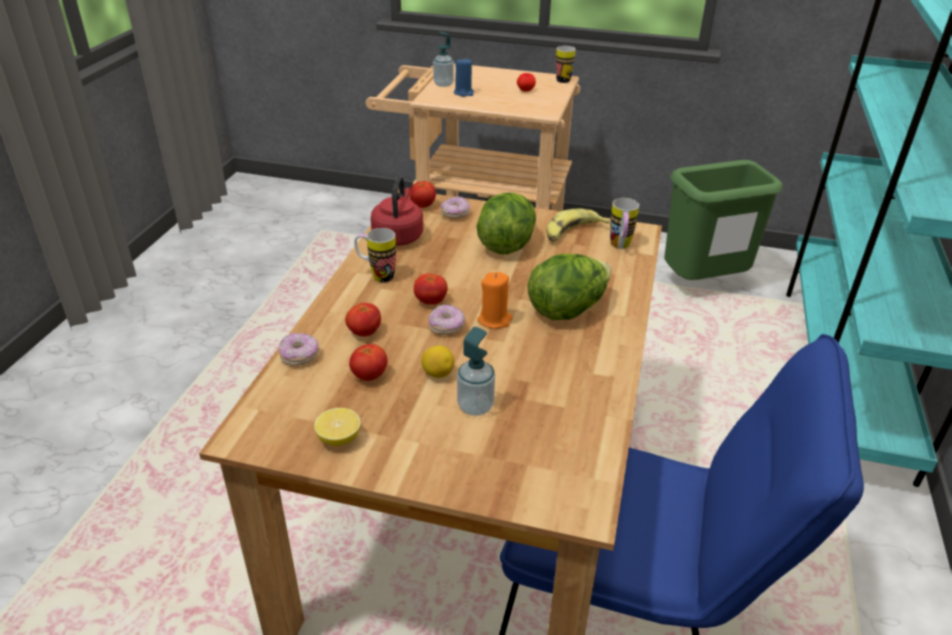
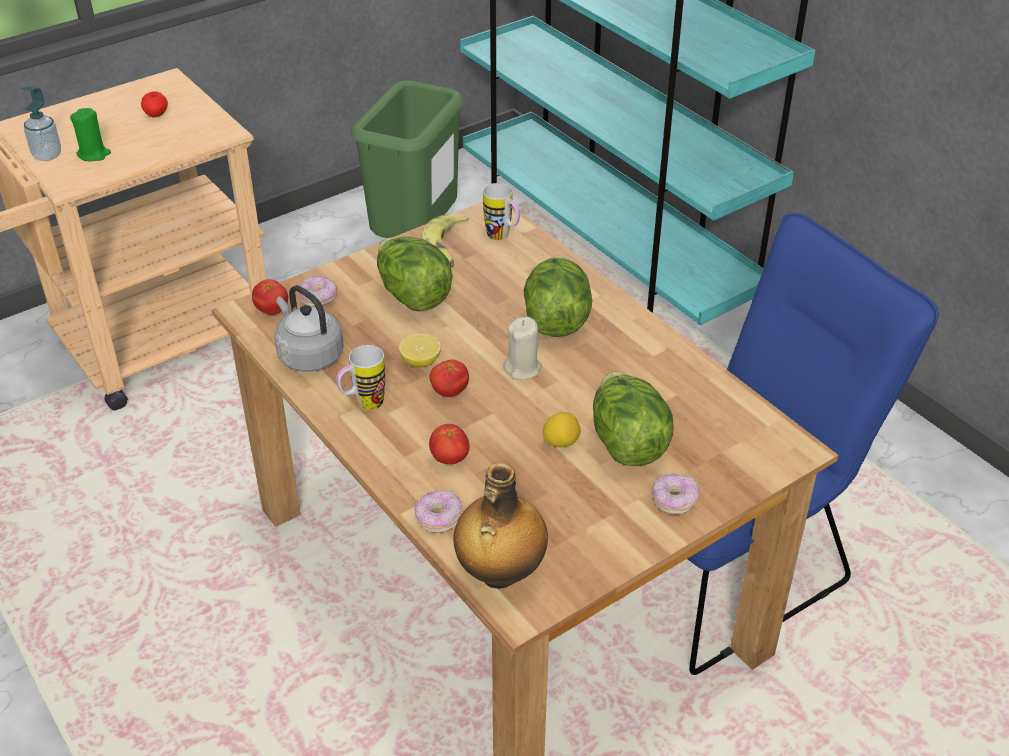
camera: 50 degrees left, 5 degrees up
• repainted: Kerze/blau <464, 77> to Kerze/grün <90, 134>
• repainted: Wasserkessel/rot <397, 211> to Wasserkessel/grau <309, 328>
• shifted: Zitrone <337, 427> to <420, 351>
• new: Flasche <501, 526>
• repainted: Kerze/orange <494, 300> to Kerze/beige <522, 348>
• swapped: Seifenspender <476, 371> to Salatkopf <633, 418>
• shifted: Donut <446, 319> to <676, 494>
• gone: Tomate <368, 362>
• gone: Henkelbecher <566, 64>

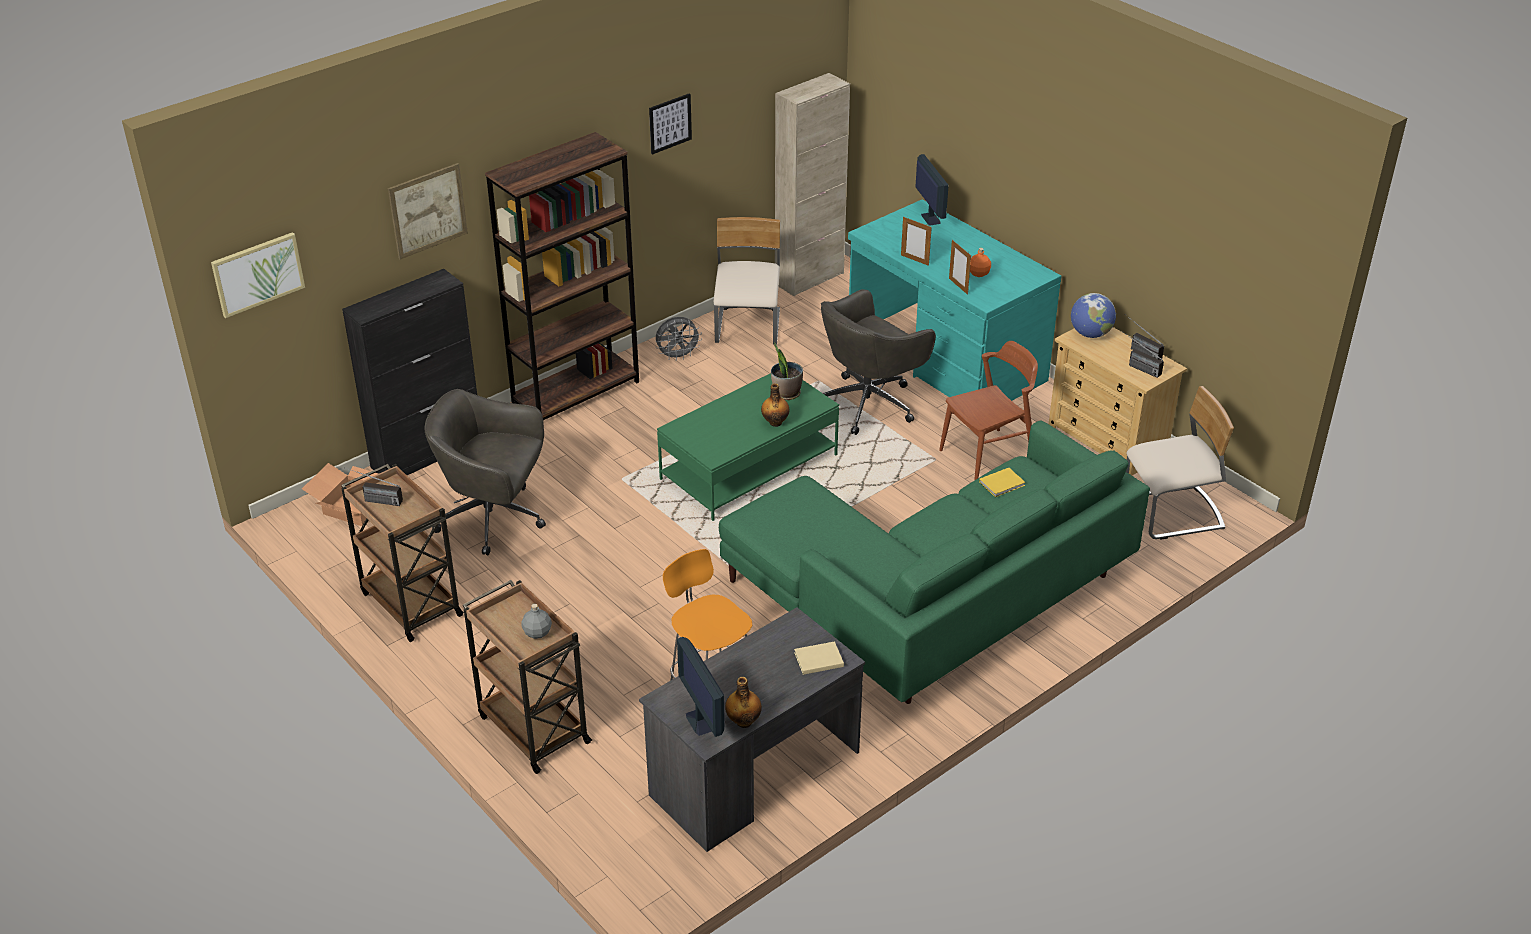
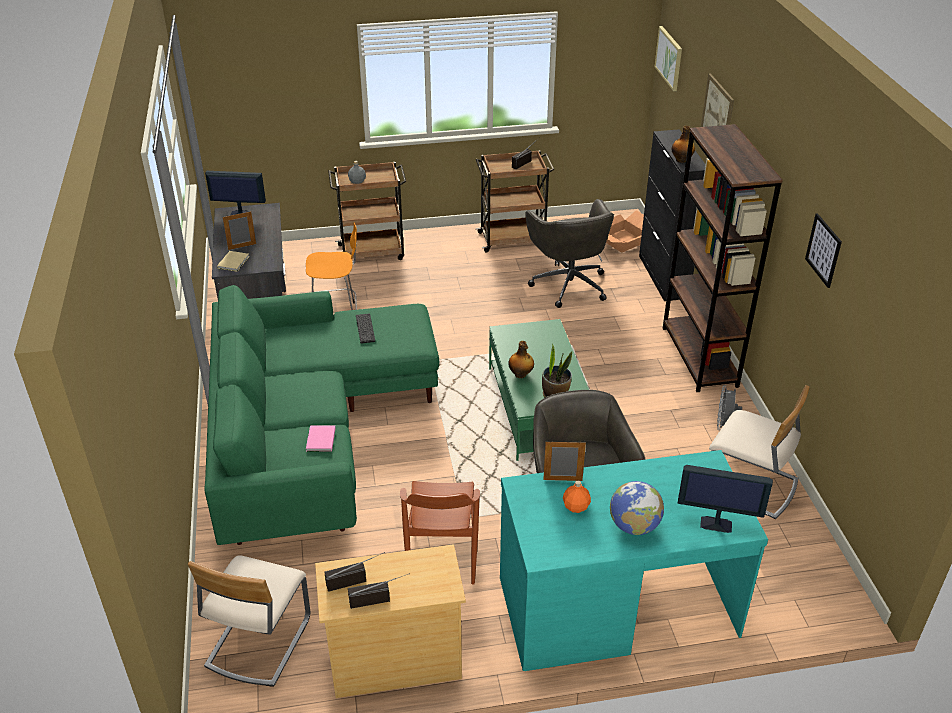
camera: 120 degrees right, 0 degrees up
• shifted: Bilderrahmen <916, 241> to <239, 230>
• repainted: Buch/gelb <1002, 482> to Buch/rosa <321, 438>
• new: Tastatur <365, 329>
• rotated: Bürostuhl/grau <485, 472> = <569, 253> 120 degrees clockwise
• shifted: Globus <1093, 315> to <637, 508>
• shifted: Flasche <743, 702> to <683, 144>
• gone: Schrank/beige <812, 184>

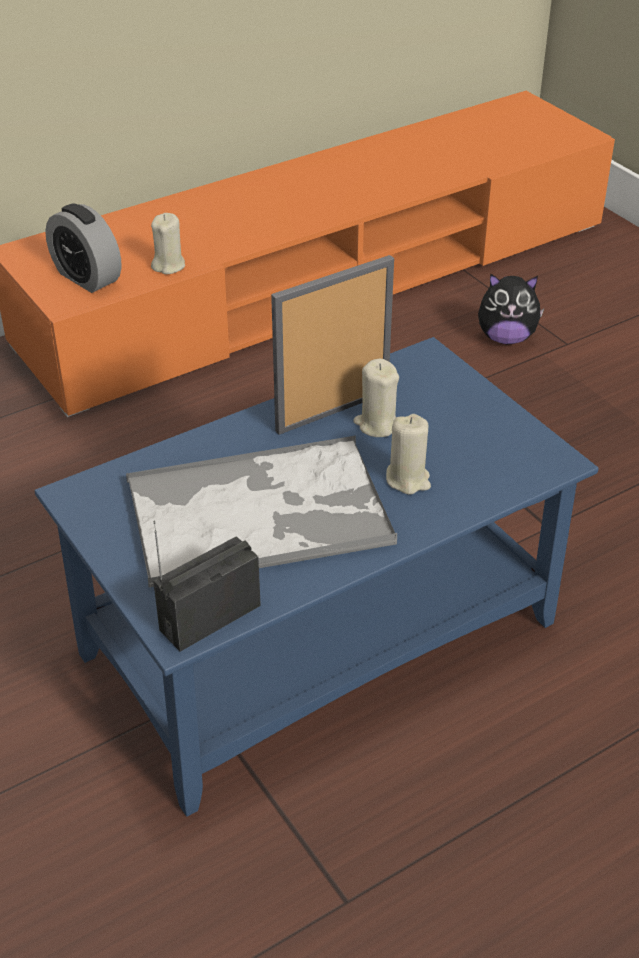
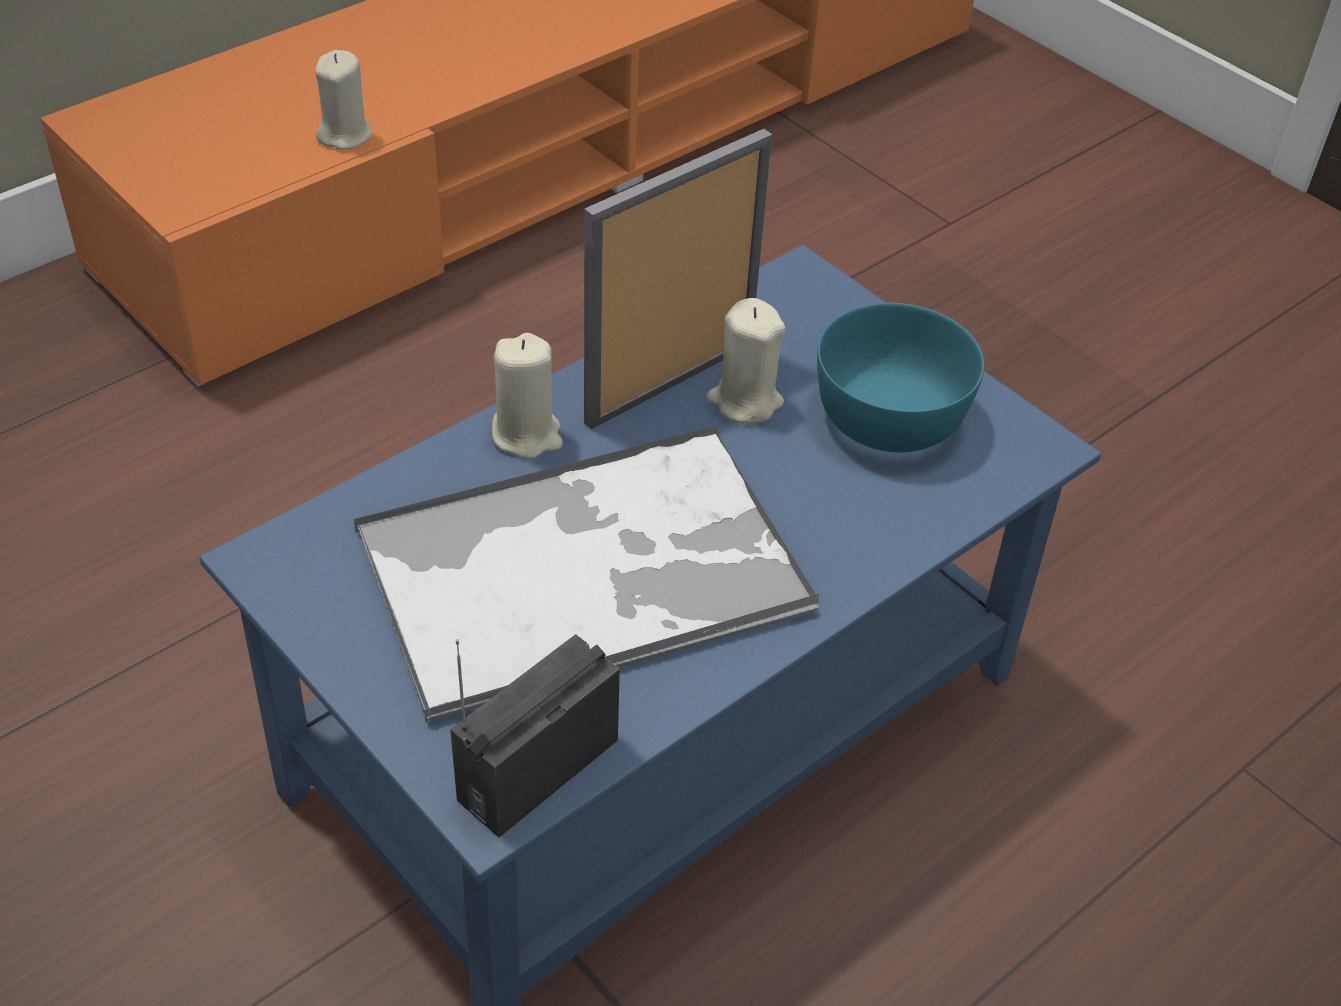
camera: 10 degrees left, 5 degrees up
• shifted: Kerze/beige <408, 454> to <527, 396>
• new: Schüssel/türkis <900, 377>
• gone: Wecker <83, 248>
• gone: Plüschtier <511, 309>

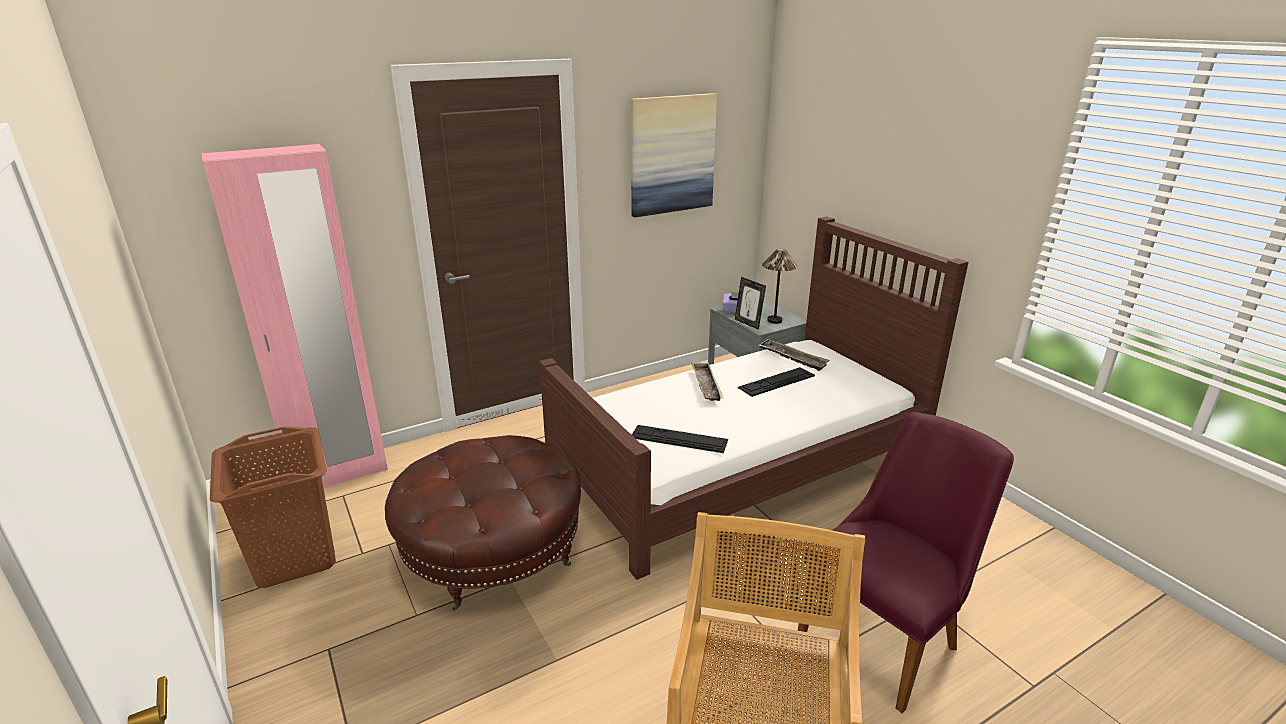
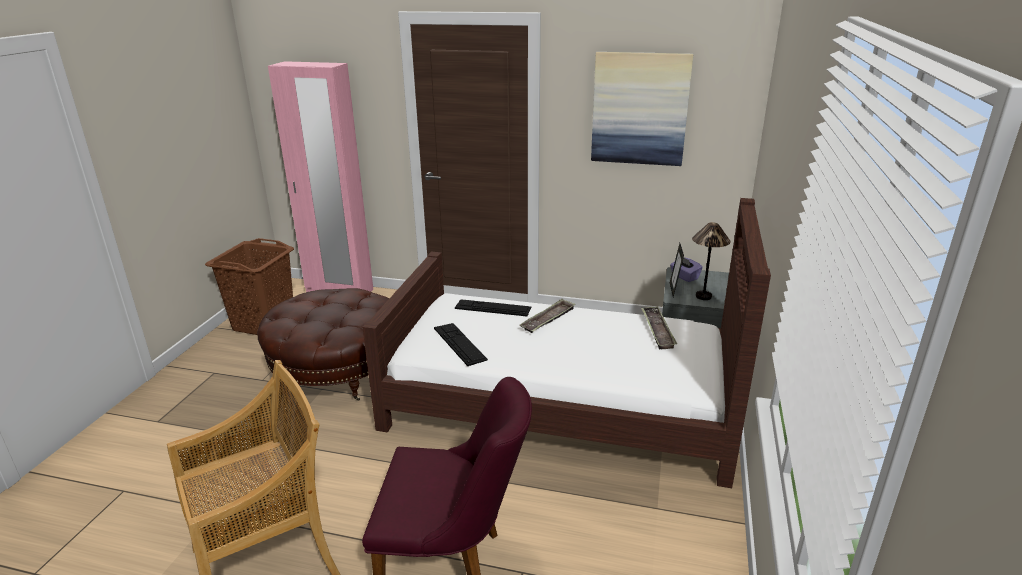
camera: 45 degrees right, 0 degrees up
• shifted: Tastatur <776, 382> to <493, 307>

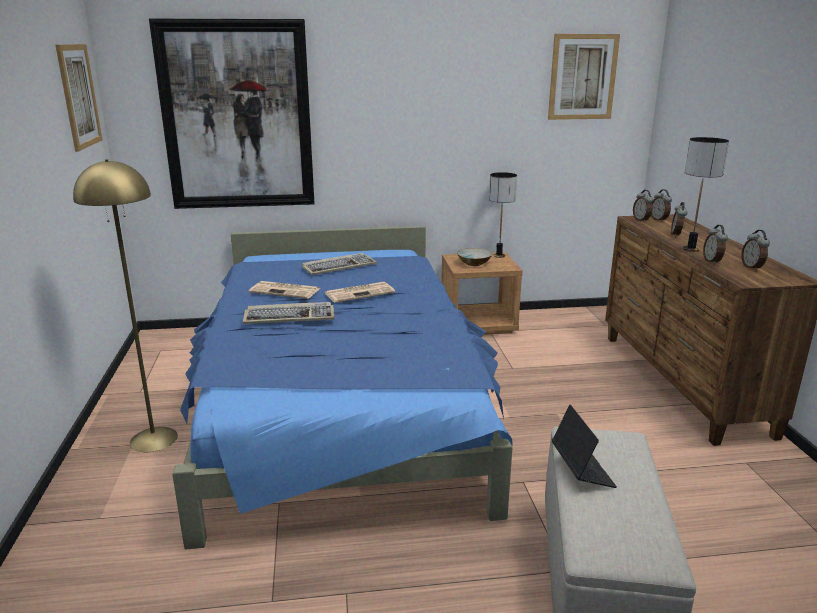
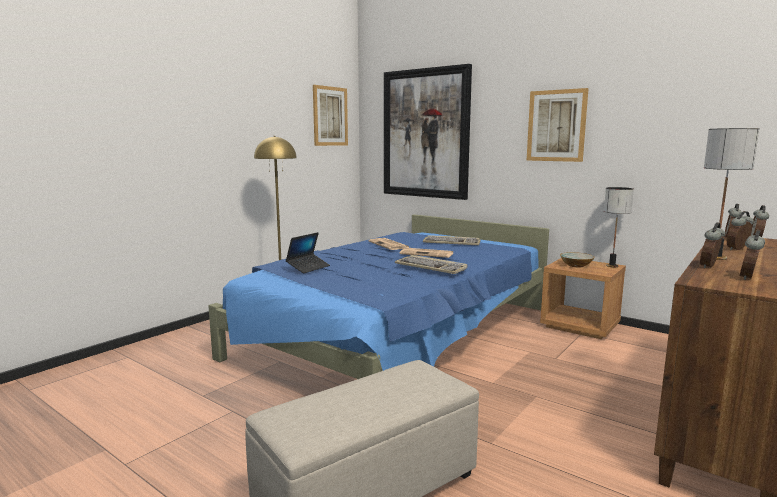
camera: 45 degrees right, 10 degrees down
• shifted: Laptop <584, 446> to <308, 252>
• shifted: Tastatur <289, 313> to <431, 264>
• shifted: Bild <584, 77> to <558, 125>

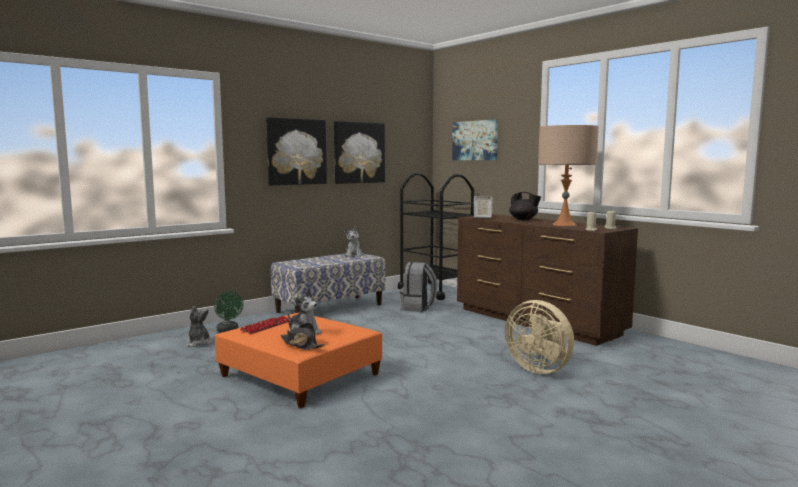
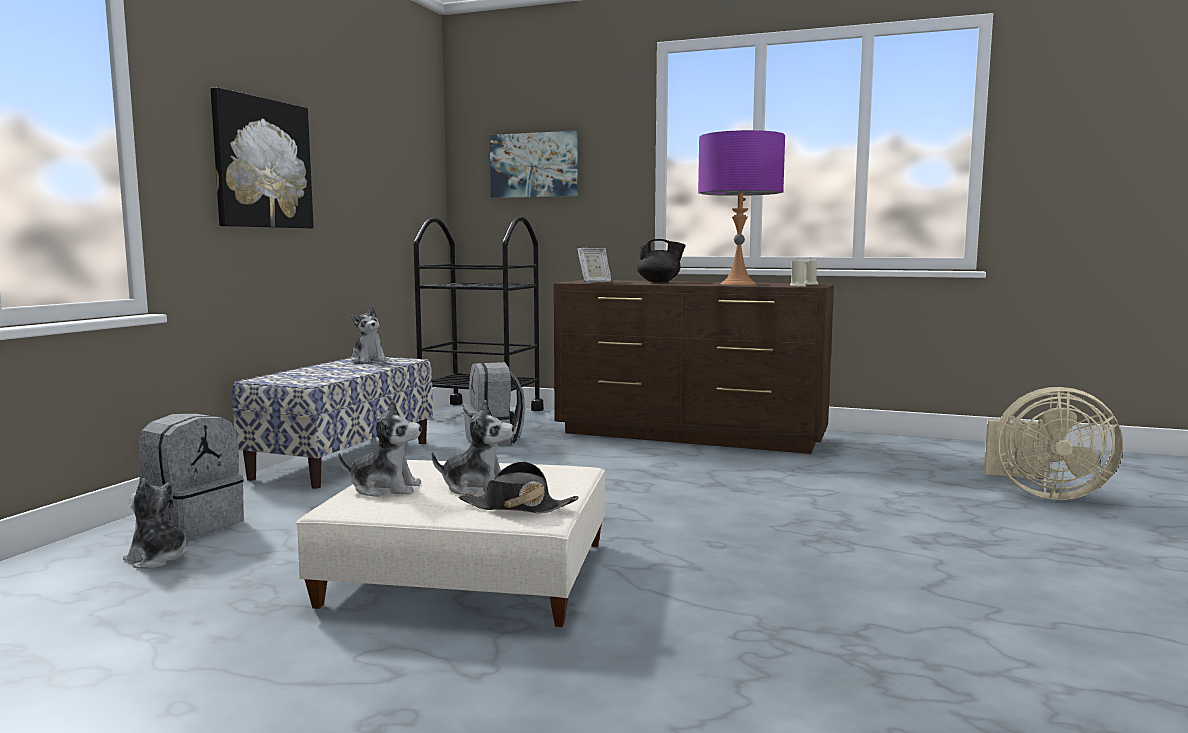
camera: 30 degrees left, 0 degrees up
• swapped: Ventilator/grün <228, 311> to Rucksack/grau <191, 477>
• repainted: Polsterhocker/orange <298, 360> to Polsterhocker/beige <450, 543>
• swapped: Tastatur <264, 325> to Plüschtier <379, 448>
• repainted: Tischlampe/beige <568, 175> to Tischlampe/lila <741, 207>
• shifted: Ventilator/beige <539, 337> to <1053, 443>
• gone: Bild <359, 152>

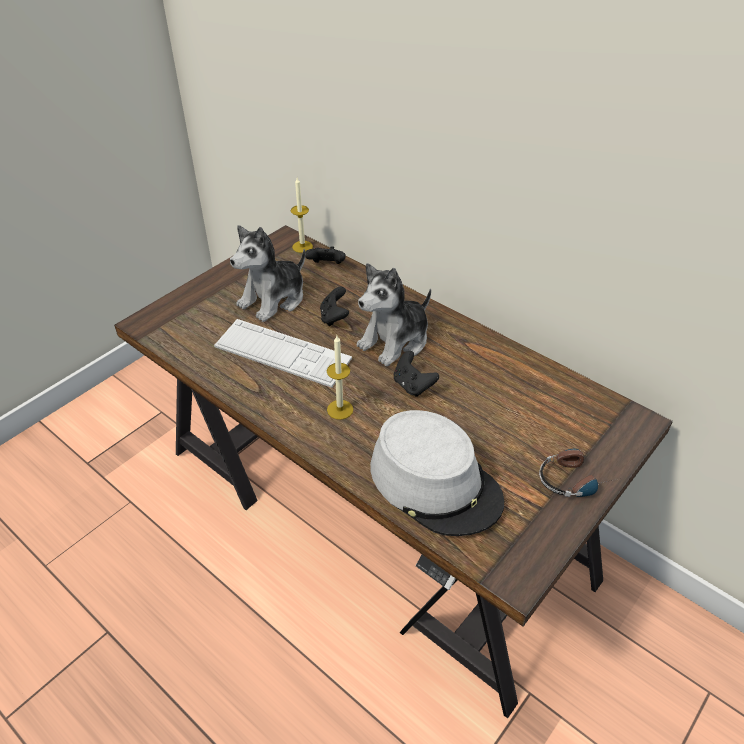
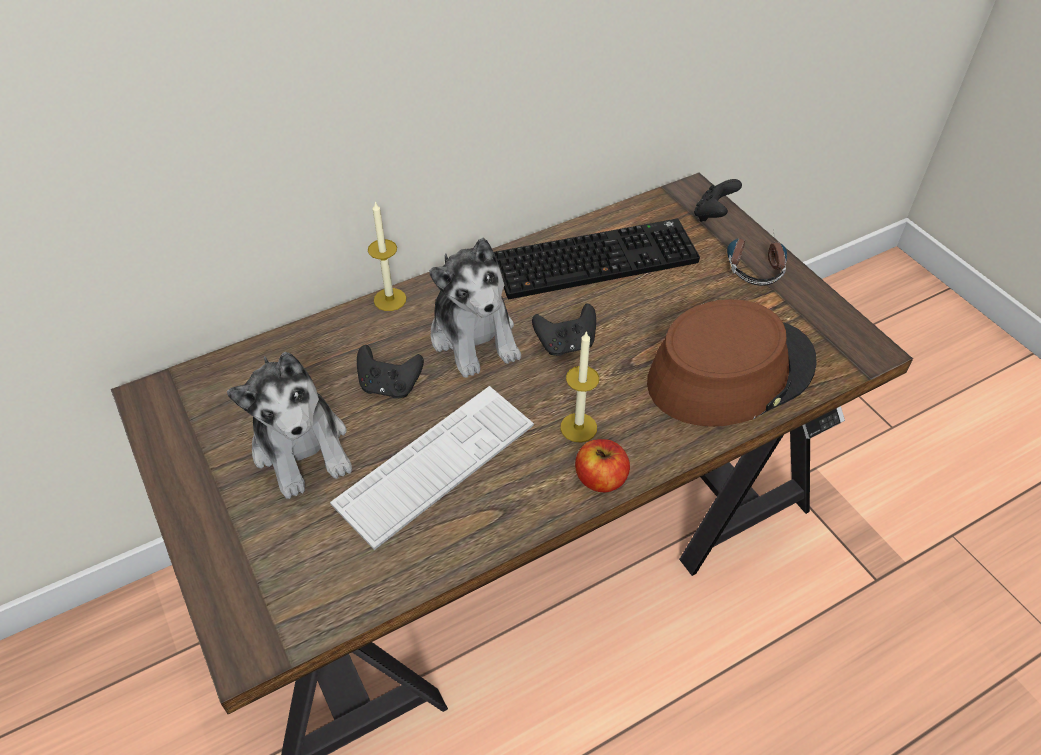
camera: 70 degrees left, 5 degrees up
• shifted: Kerze <302, 215> to <387, 256>
• new: Tastatur <597, 259>
• new: Apfel <602, 465>
• repainted: Hut/grau <437, 473> to Hut/braun <732, 363>
• shifted: Gamepad/schwarz <325, 255> to <718, 200>

